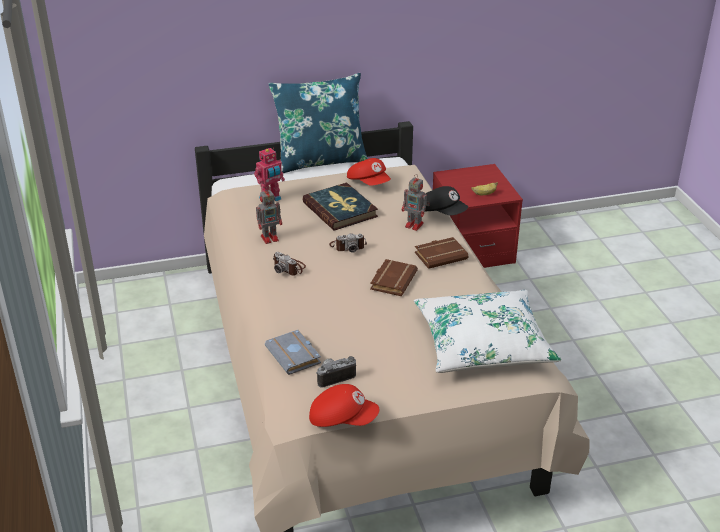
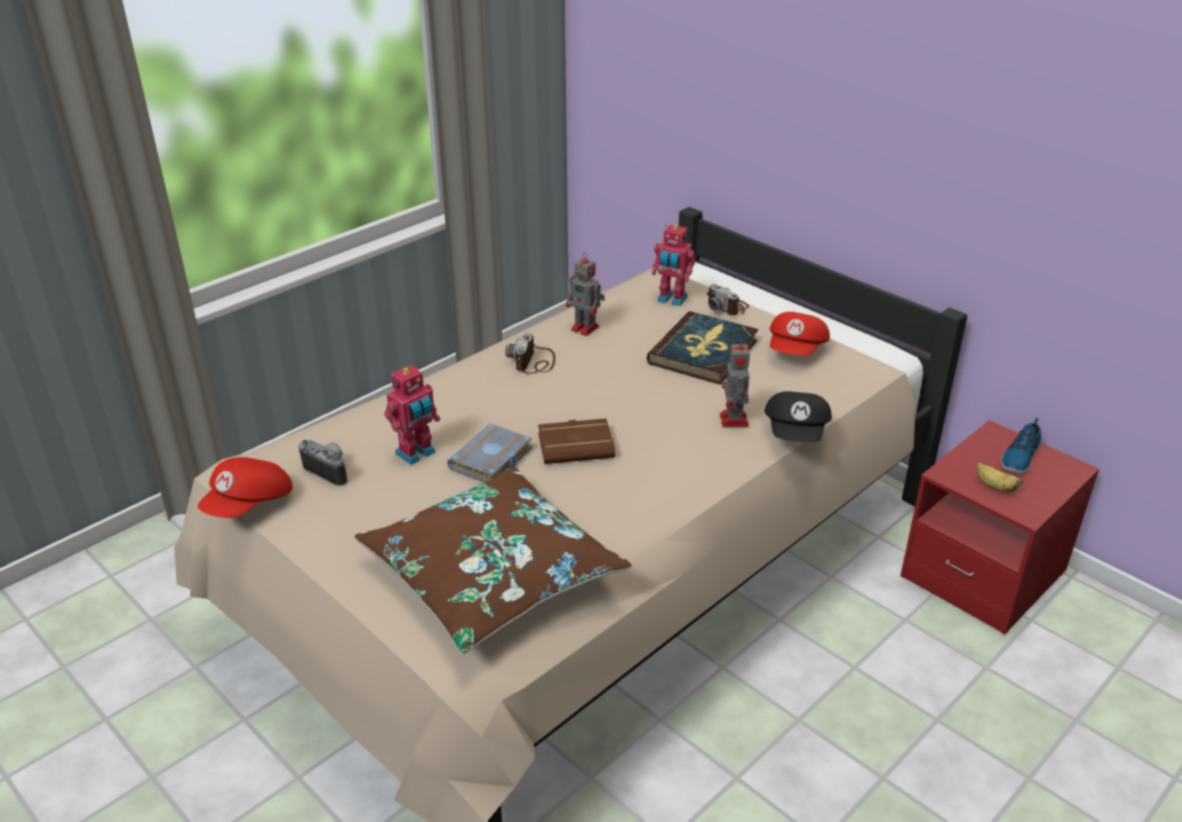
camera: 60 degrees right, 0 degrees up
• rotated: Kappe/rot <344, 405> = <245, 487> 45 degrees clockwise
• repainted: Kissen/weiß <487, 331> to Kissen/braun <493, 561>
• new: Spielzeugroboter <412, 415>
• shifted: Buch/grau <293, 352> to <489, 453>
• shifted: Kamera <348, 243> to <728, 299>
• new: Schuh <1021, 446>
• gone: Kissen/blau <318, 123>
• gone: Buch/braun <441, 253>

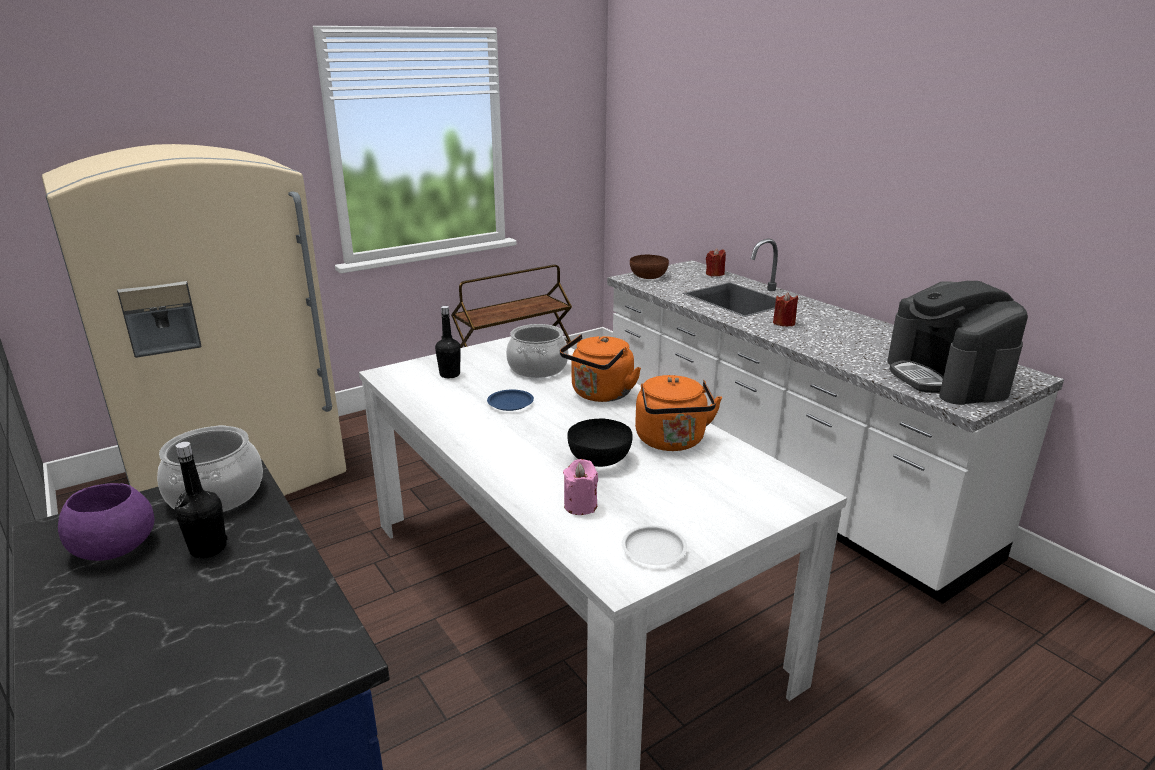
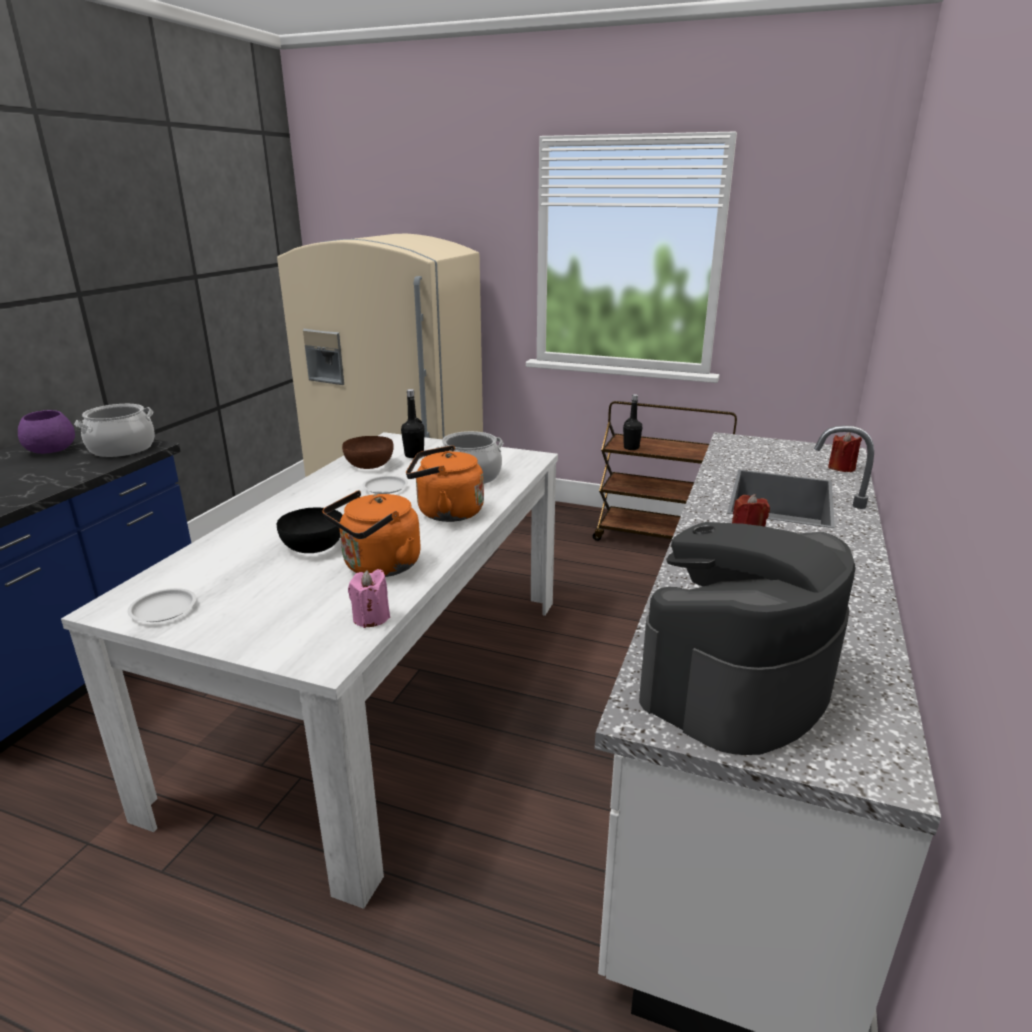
camera: 55 degrees right, 0 degrees up
• shifted: Schüssel/braun <649, 267> to <368, 452>
• shifted: Kerze/rosa <580, 487> to <369, 598>
• repainted: Teller/blau <510, 400> to Teller/weiß <385, 485>
• shifted: Flasche/schwarz <201, 500> to <632, 422>

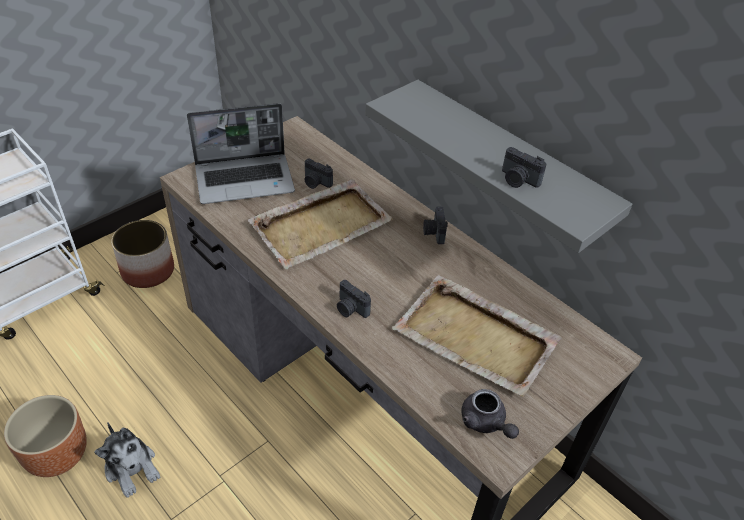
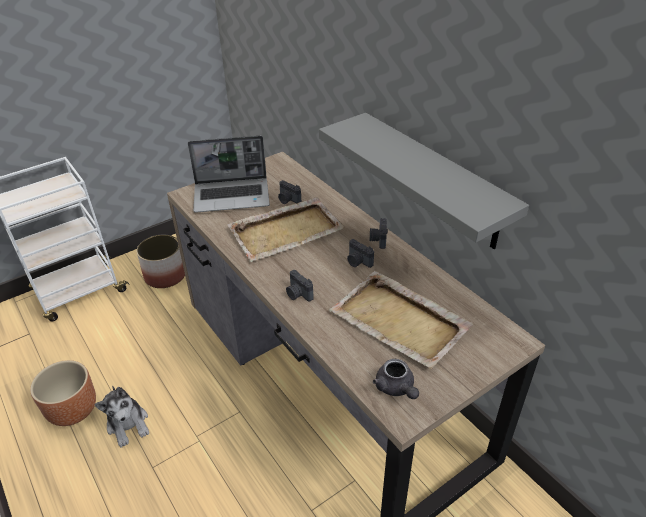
camera: 10 degrees right, 5 degrees down
• shifted: Kamera <524, 167> to <360, 253>

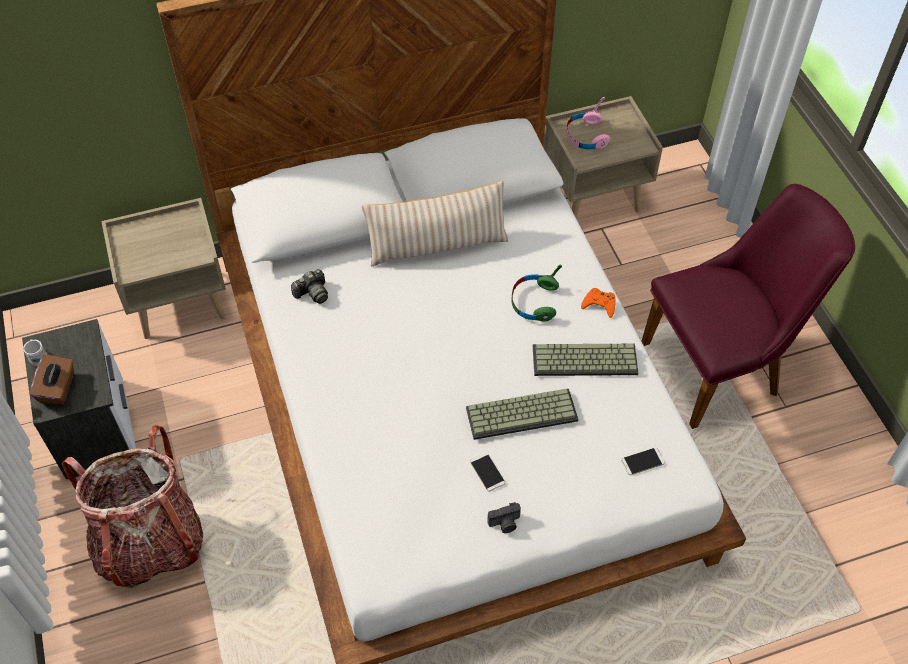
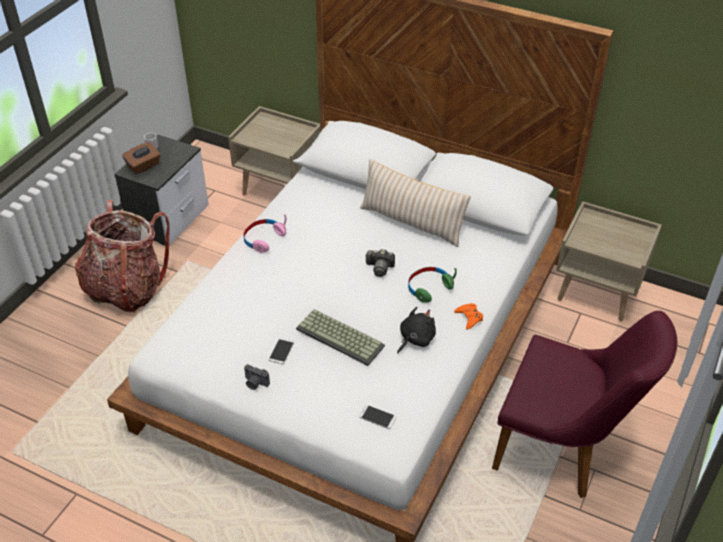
camera: 45 degrees right, 10 degrees down
• shifted: Kopfhörer/rosa <588, 123> to <265, 233>
• shifted: Kamera <309, 286> to <380, 263>
• swapped: Tastatur <585, 360> to Plüschtier/schwarz <416, 330>

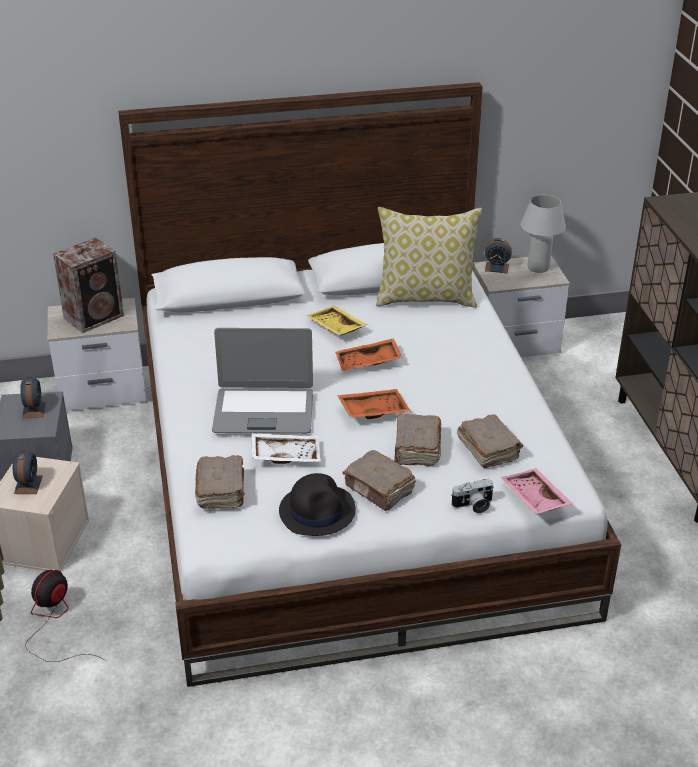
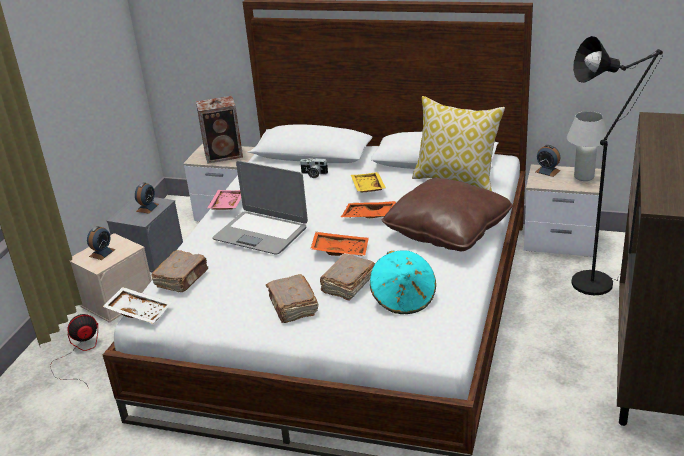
camera: 30 degrees right, 5 degrees down
• shifted: Tablett/weiß <286, 448> to <137, 305>
• shifted: Tablett/rosa <536, 491> to <224, 200>
• shifted: Kamera <472, 496> to <314, 168>
• swapped: Buch/braun <490, 441> to Hut/türkis <403, 282>
• new: Kissen/braun <447, 214>
• new: Stehlampe/schwarz <617, 165>
• gone: Hut/schwarz <317, 504>

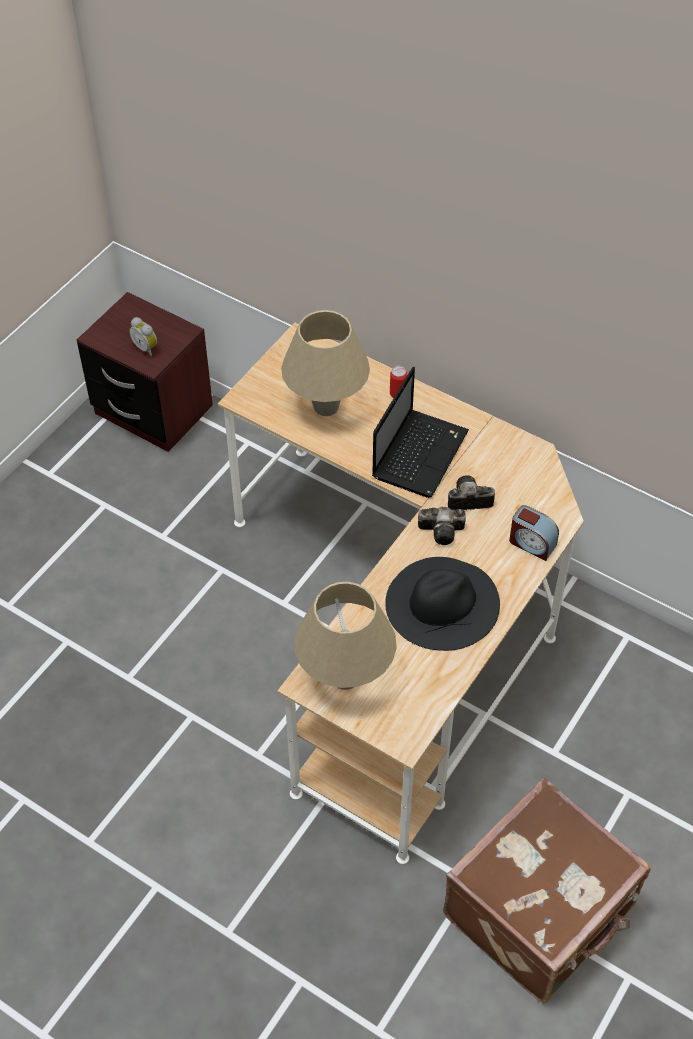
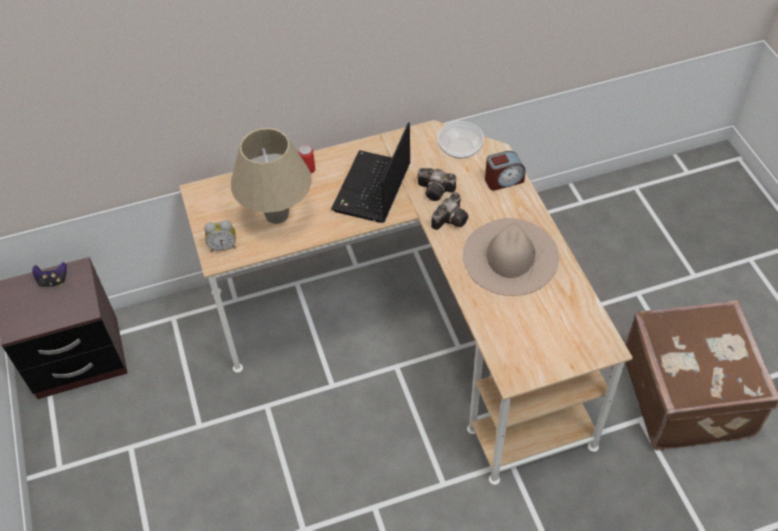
camera: 50 degrees left, 0 degrees up
• new: Gamepad <49, 275>
• shifted: Wecker <143, 336> to <220, 236>
• rotated: Laptop <420, 432> = <370, 172> 135 degrees counterclockwise
• rotated: Kamera <471, 492> = <436, 184> 105 degrees counterclockwise
• new: Schüssel <460, 140>
• repainted: Hut/schwarz <442, 604> to Hut/beige <511, 257>
• gone: Tischlampe/beige <345, 636>

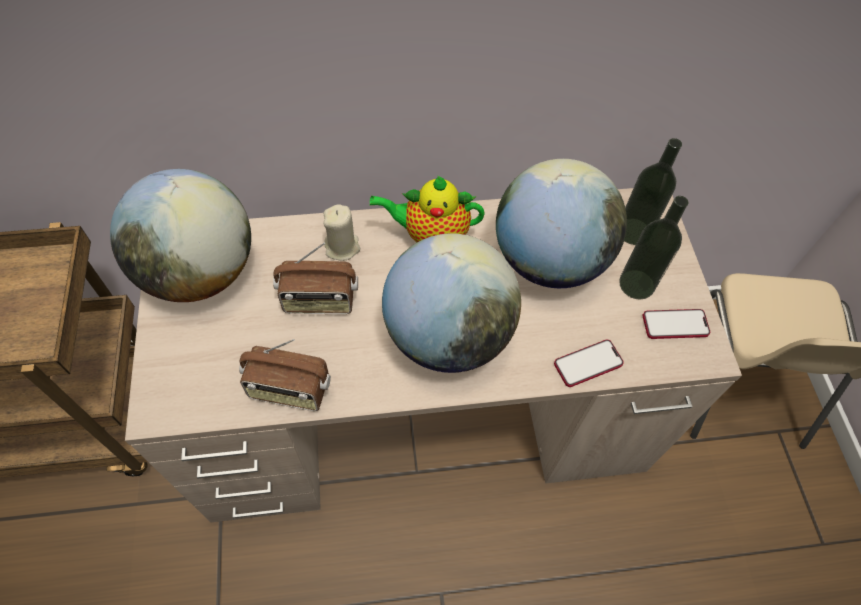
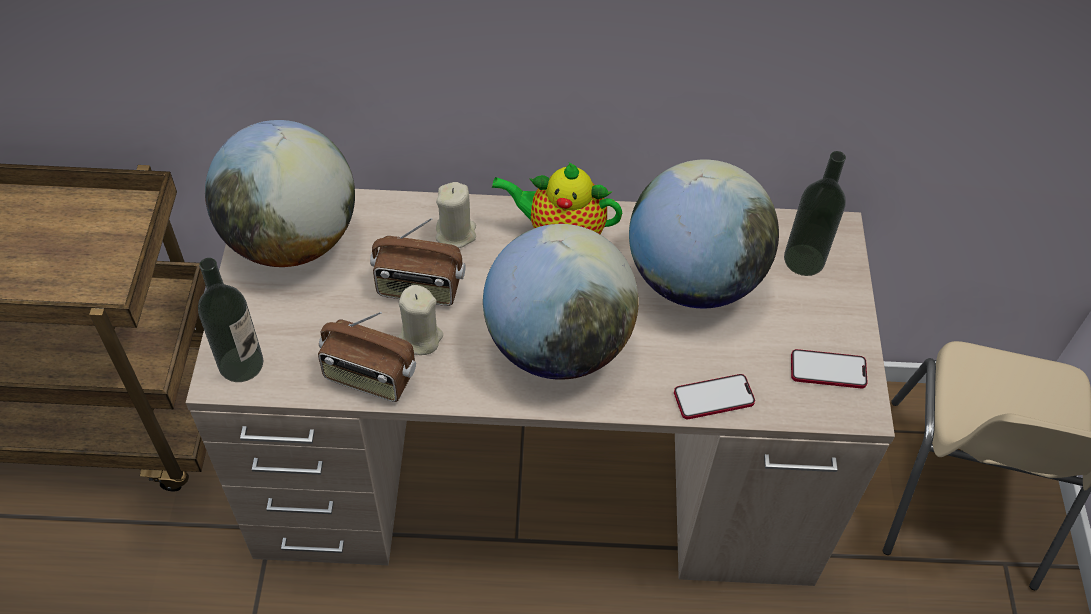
camera: 10 degrees right, 5 degrees down
• shifted: Flasche <653, 248> to <230, 320>
• new: Kerze/beige <420, 320>

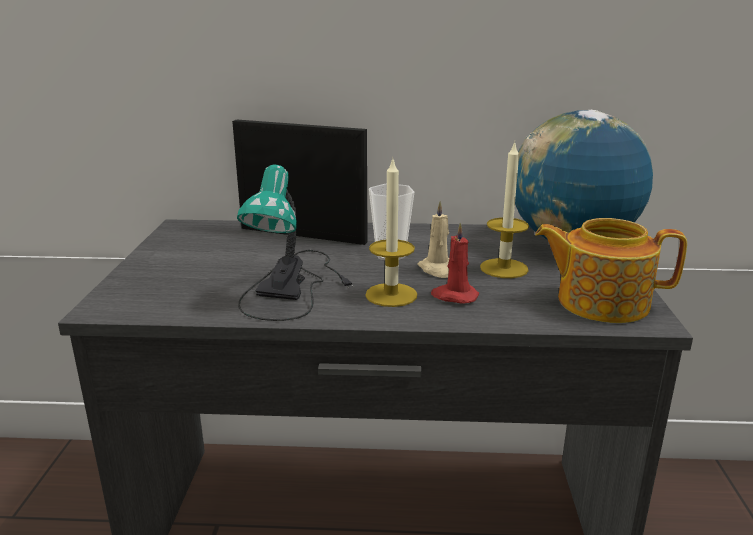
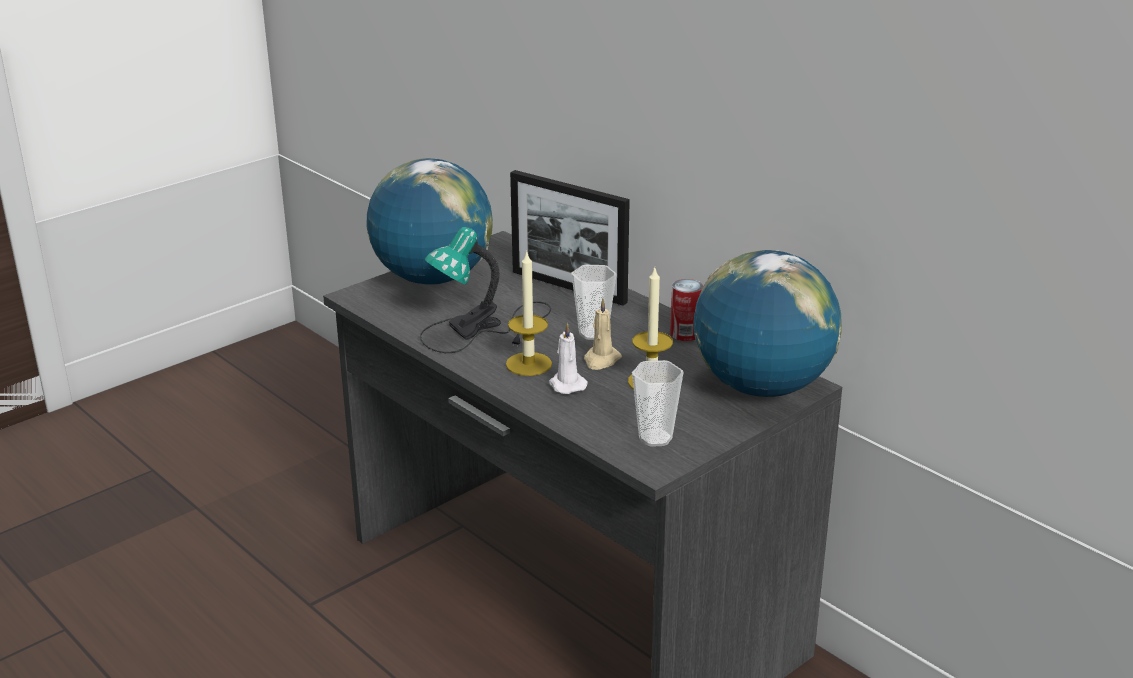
camera: 45 degrees right, 5 degrees up
• new: Globus <429, 221>
• rotated: Bilderrahmen <300, 182> = <570, 238> 150 degrees clockwise
• repainted: Kerze/rot <455, 263> to Kerze/weiß <568, 358>
• swapped: Teekanne <611, 270> to Tasse <658, 403>
• new: Dose <686, 310>

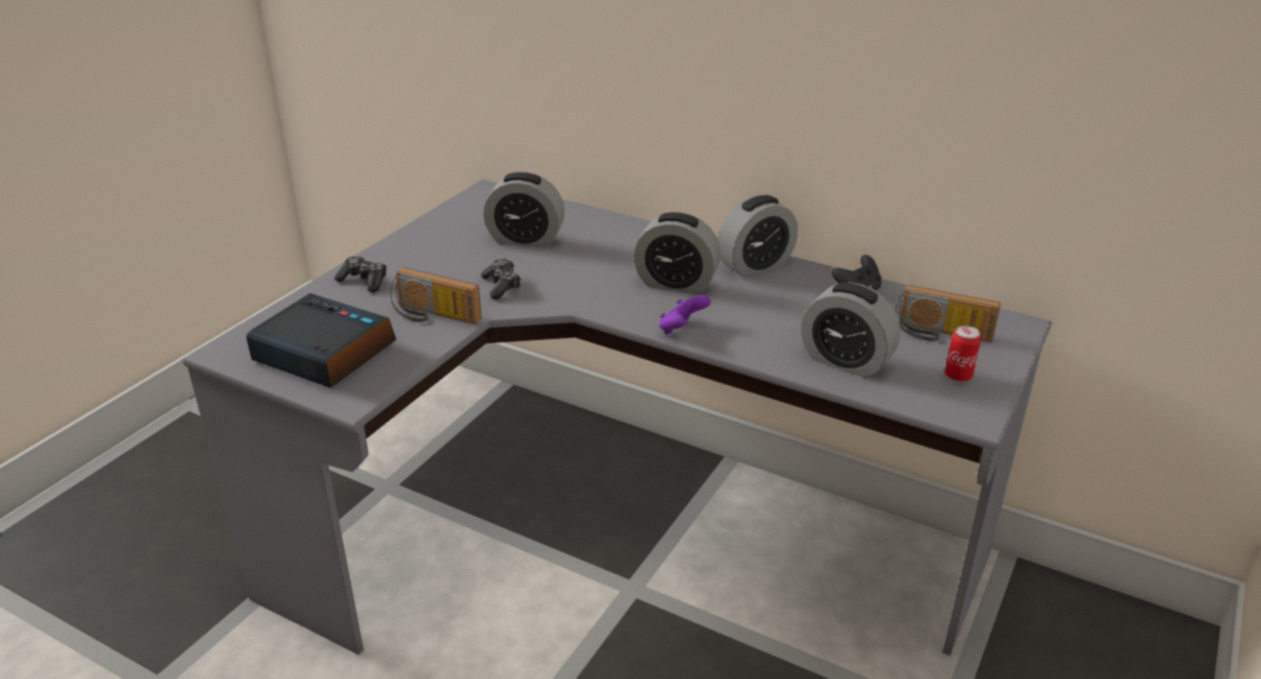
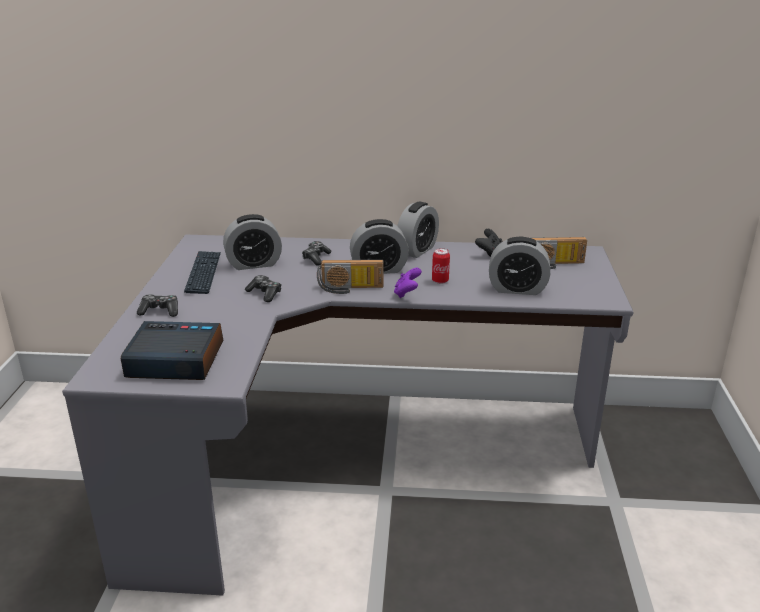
camera: 25 degrees left, 5 degrees down
• new: Tastatur <202, 272>
• new: Gamepad <316, 253>
• shifted: Radio <436, 296> to <350, 277>
• shifted: Dose <963, 353> to <441, 266>

